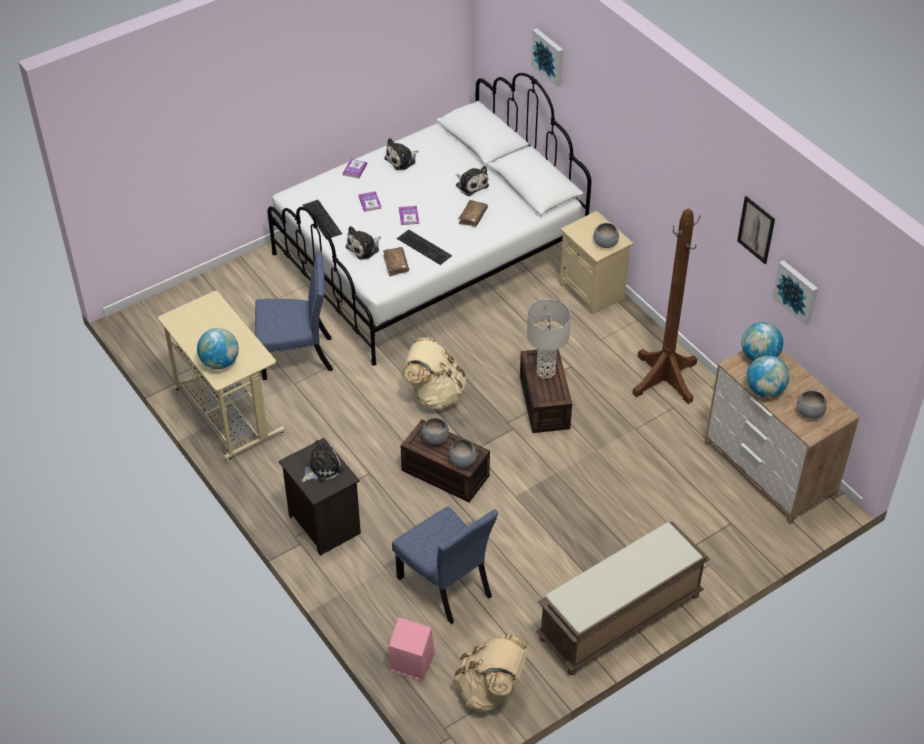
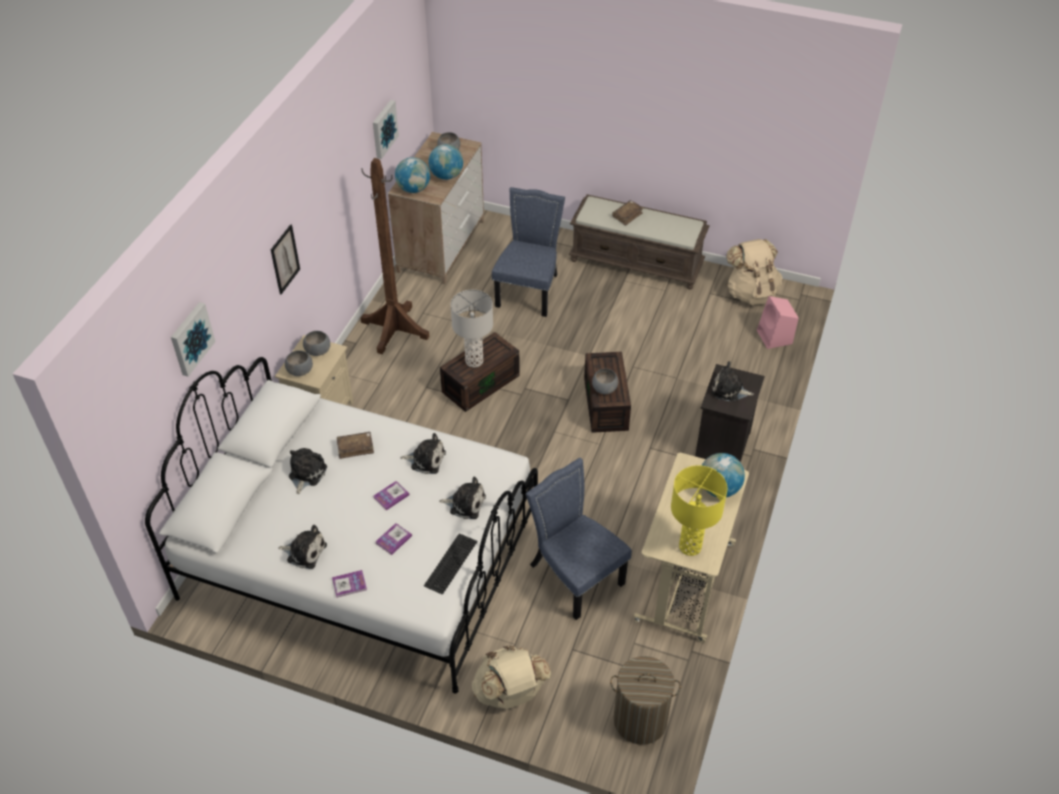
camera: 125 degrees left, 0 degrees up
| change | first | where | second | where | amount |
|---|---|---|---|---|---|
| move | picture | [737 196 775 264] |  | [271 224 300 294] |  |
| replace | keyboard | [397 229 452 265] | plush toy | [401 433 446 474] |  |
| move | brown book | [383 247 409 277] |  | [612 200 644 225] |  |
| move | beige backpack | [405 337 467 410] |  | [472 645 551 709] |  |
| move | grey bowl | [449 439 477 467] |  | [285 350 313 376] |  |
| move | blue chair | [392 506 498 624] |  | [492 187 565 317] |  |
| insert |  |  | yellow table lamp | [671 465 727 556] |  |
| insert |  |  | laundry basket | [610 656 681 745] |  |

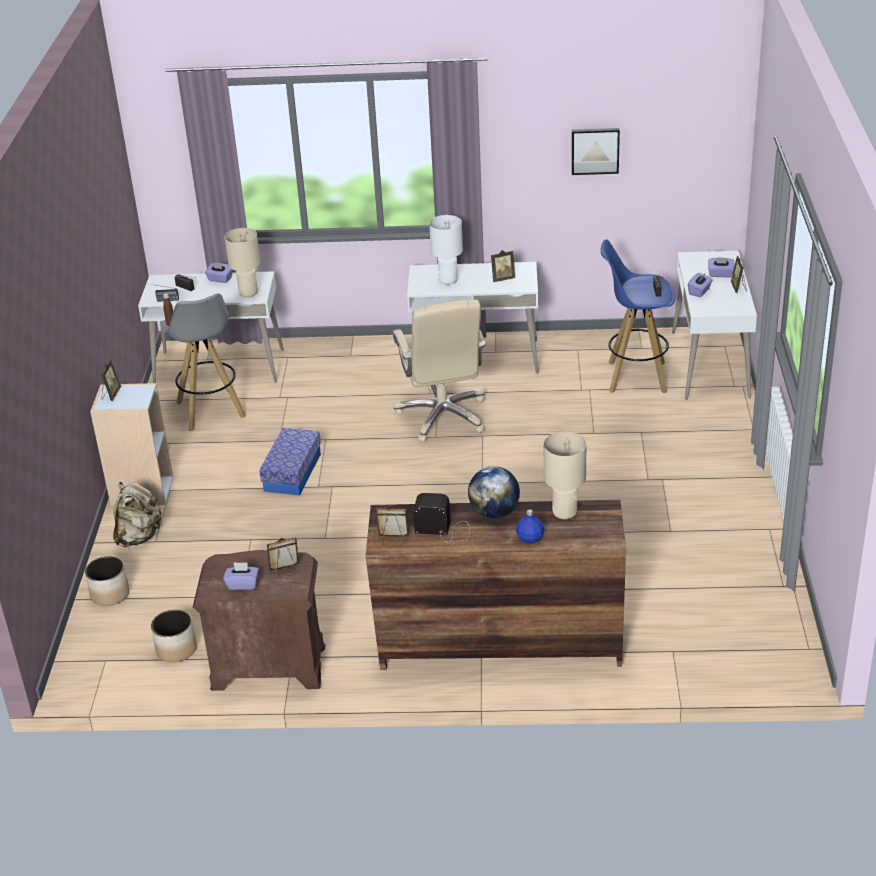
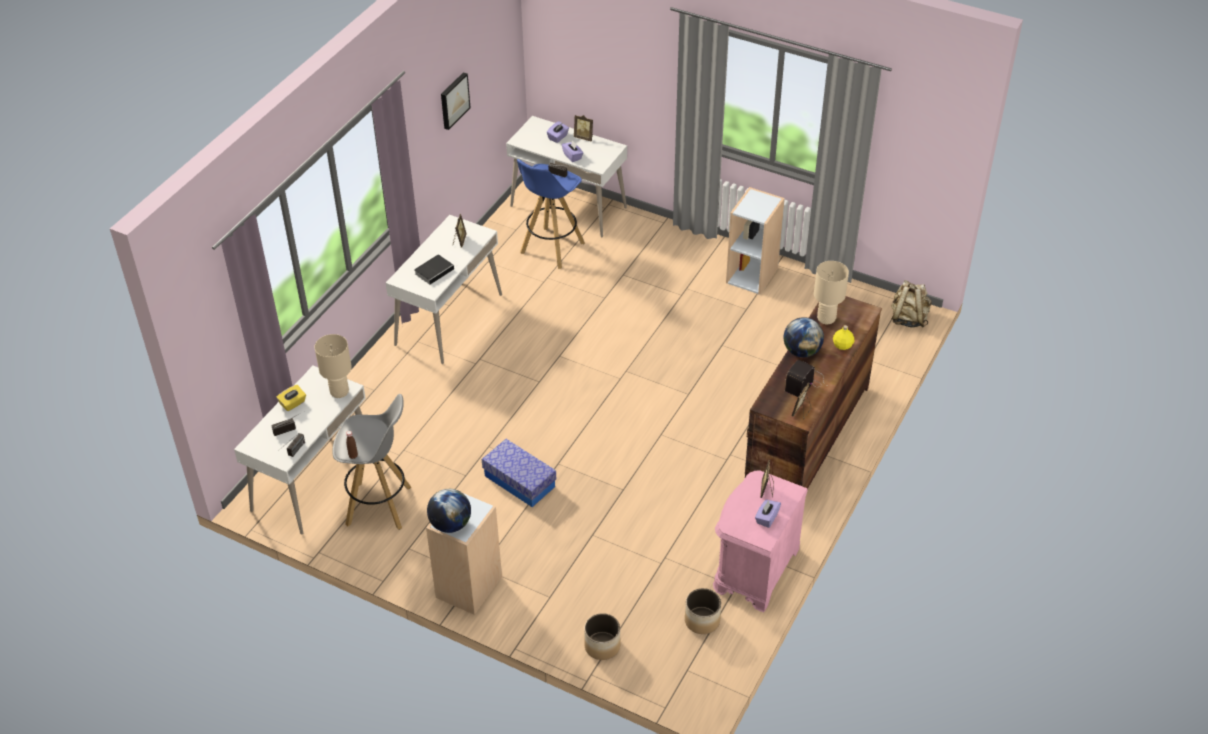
camera: 65 degrees left, 10 degrees up
| change | first | where | second | where | amount |
|---|---|---|---|---|---|
| replace | white table lamp | [429 215 463 285] | book | [414 254 458 285] |  |
| recolor | purple tissue box | [205 263 233 283] | yellow tissue box | [276 385 306 411] |  |
| delete | beige office chair | [393 300 485 442] |  |  |  |
| replace | picture frame | [101 360 121 401] | globe | [427 489 471 533] |  |
| move | beige backpack | [113 482 163 548] |  | [891 280 931 327] |  |
| recolor | blue bottle | [516 509 544 544] | yellow bottle | [833 325 854 350] |  |
| recolor | brown nightstand | [193 550 325 691] | pink nightstand | [713 470 808 613] |  |
| insert |  |  | bookcase | [726 187 785 295] |  |

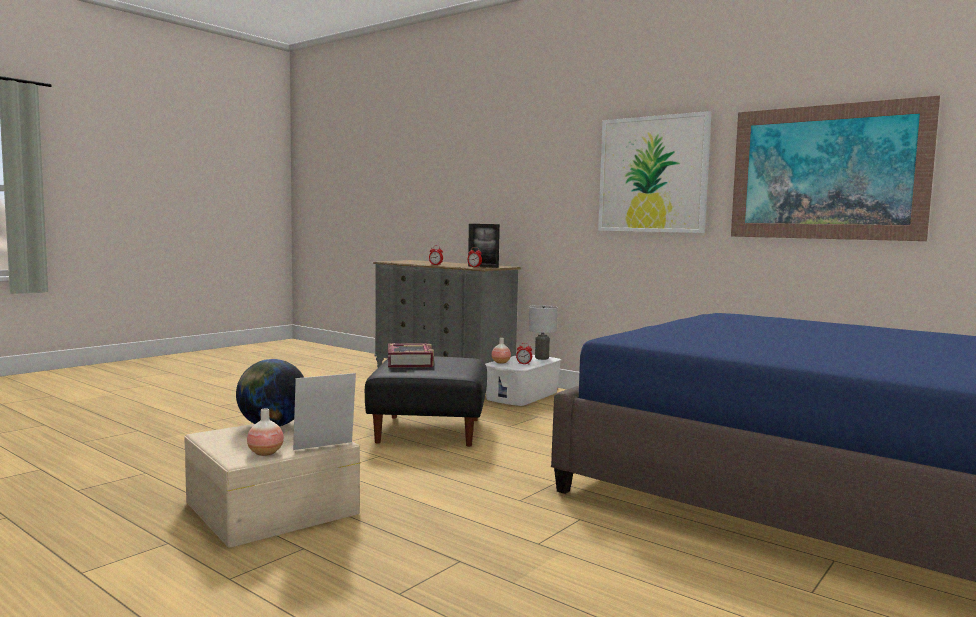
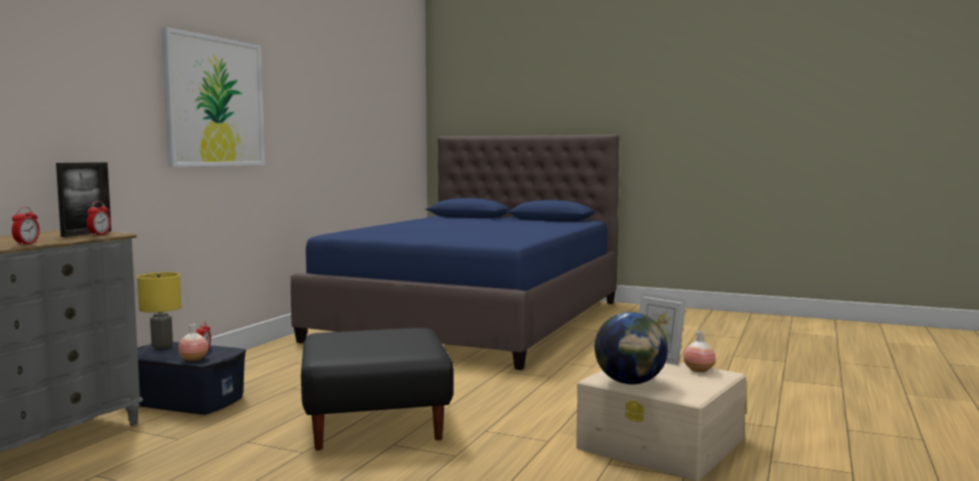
camera: 105 degrees left, 0 degrees up
| change | first | where | second | where | amount |
|---|---|---|---|---|---|
| delete | picture | [731 96 940 241] |  |  |  |
| recolor | white table lamp | [529 305 558 360] | yellow table lamp | [137 272 181 349] |  |
| delete | book | [388 343 434 368] |  |  |  |
| recolor | white storage box | [486 355 561 406] | blue storage box | [137 342 246 415] |  |

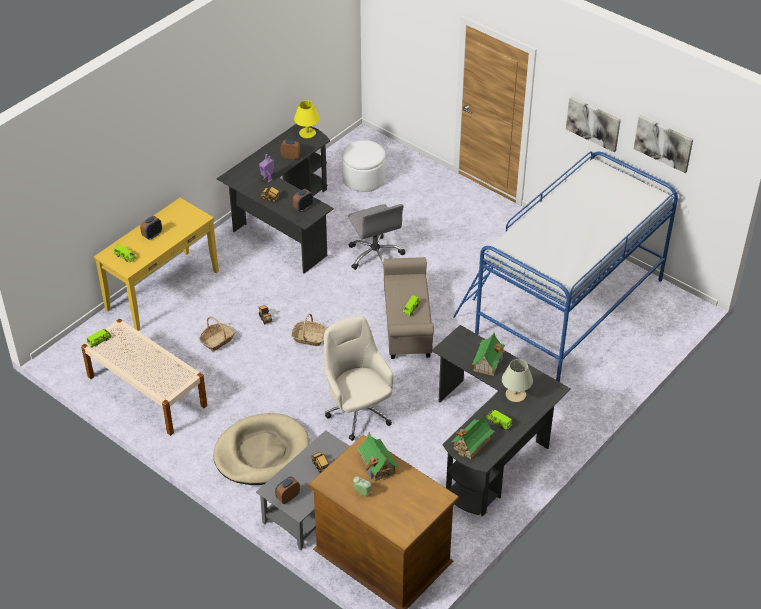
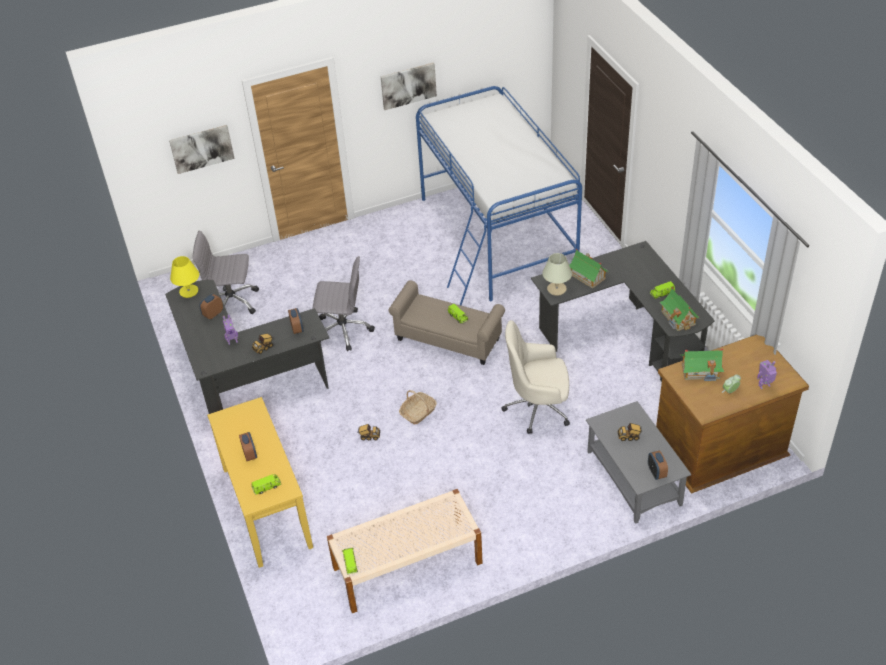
camera: 60 degrees left, 0 degrees up
| change | first | where | second | where | amount |
|---|---|---|---|---|---|
| move | picture | [634 115 693 173] |  | [169 125 235 174] |  |
| replace | white ottoman | [342 140 385 192] | grey office chair | [192 231 259 314] |  |
| delete | basket | [199 316 235 352] |  |  |  |
| move | beige table lamp | [502 359 533 402] |  | [542 253 572 296] |  |
| delete | beige dog bed | [213 413 310 485] |  |  |  |
| insert |  |  | toy robot | [757 360 777 389] |  |

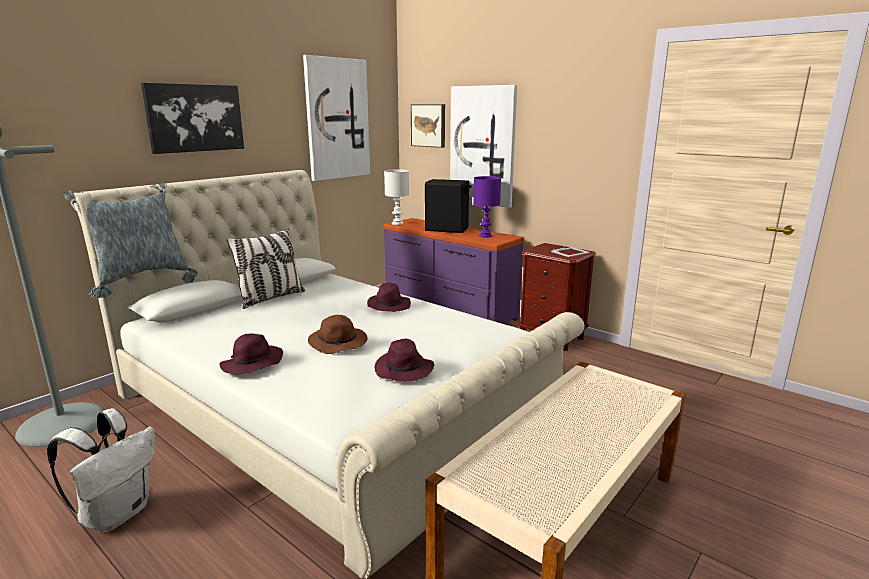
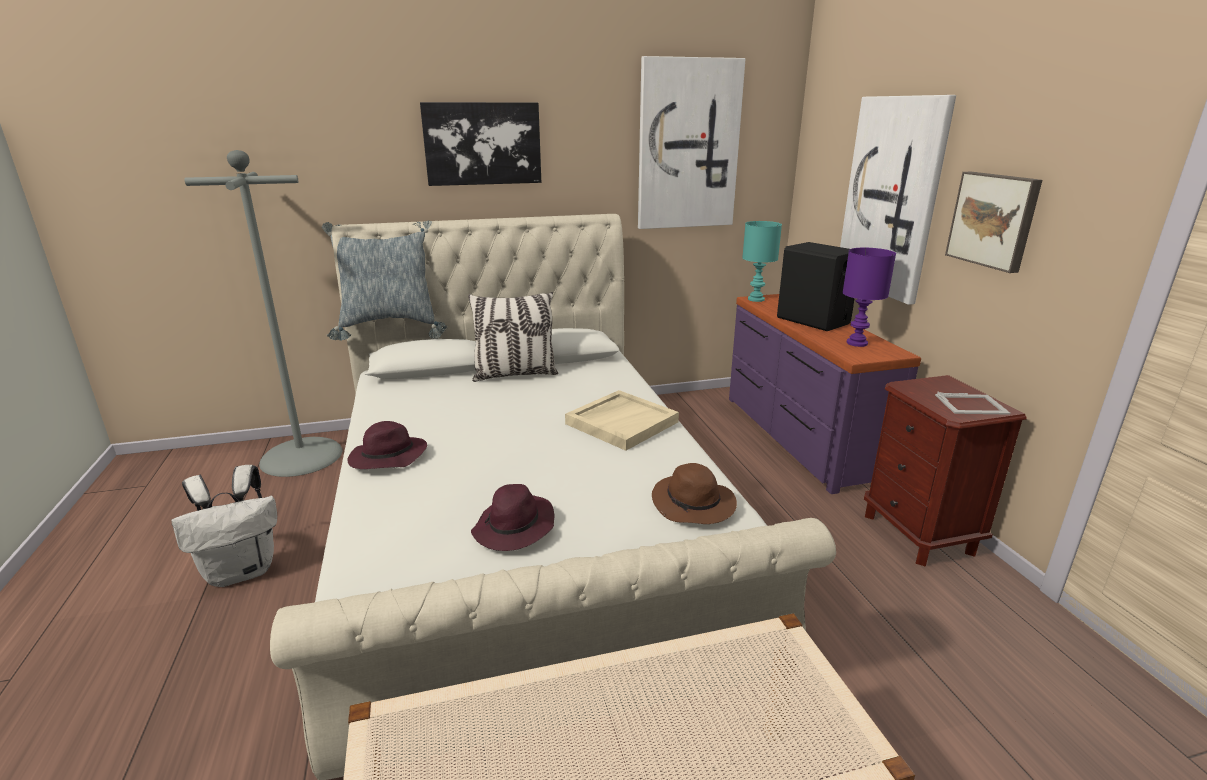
camera: 35 degrees right, 5 degrees up
| change | first | where | second | where | amount |
|---|---|---|---|---|---|
| move | picture | [411 104 445 148] |  | [945 172 1042 273] |  |
| recolor | white table lamp | [384 169 409 225] | turquoise table lamp | [742 221 782 302] |  |
| replace | purple hat | [367 283 411 312] | beige tray | [565 390 679 451] |  |
| move | brown hat | [308 315 368 354] |  | [652 463 737 524] |  |

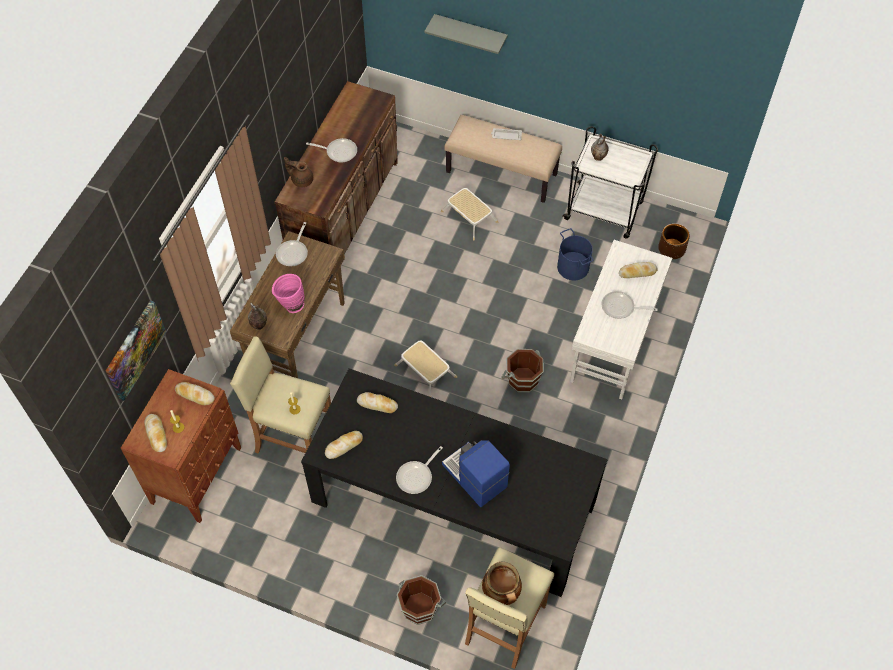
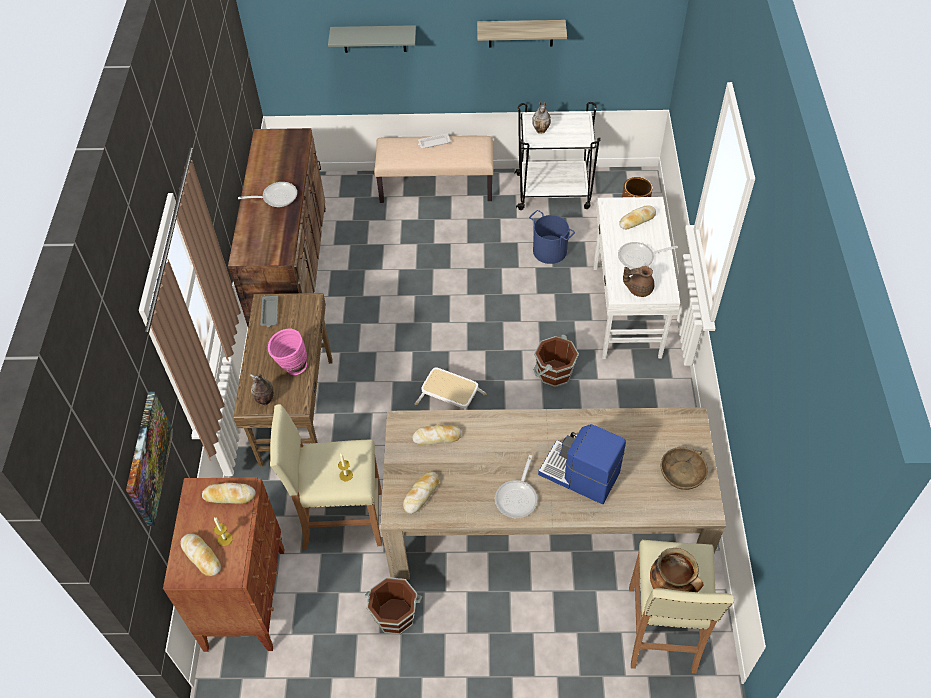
camera: 20 degrees left, 5 degrees down
| change | first | where | second | where | amount |
|---|---|---|---|---|---|
| move | brown teapot | [284 157 313 187] |  | [623 266 654 297] |  |
| delete | beige step ladder | [441 188 498 240] |  |  |  |
| replace | frying pan | [276 222 308 266] | grey tray | [260 296 278 327] |  |
| recolor | black dining table | [301 368 608 597] | beige dining table | [380 407 726 579] |  |
| move | brown bucket | [397 575 446 625] |  | [364 577 423 635] |  |
| insert |  |  | shelf | [477 20 567 47] |  |
| insert |  |  | brown bowl | [661 447 708 490] |  |

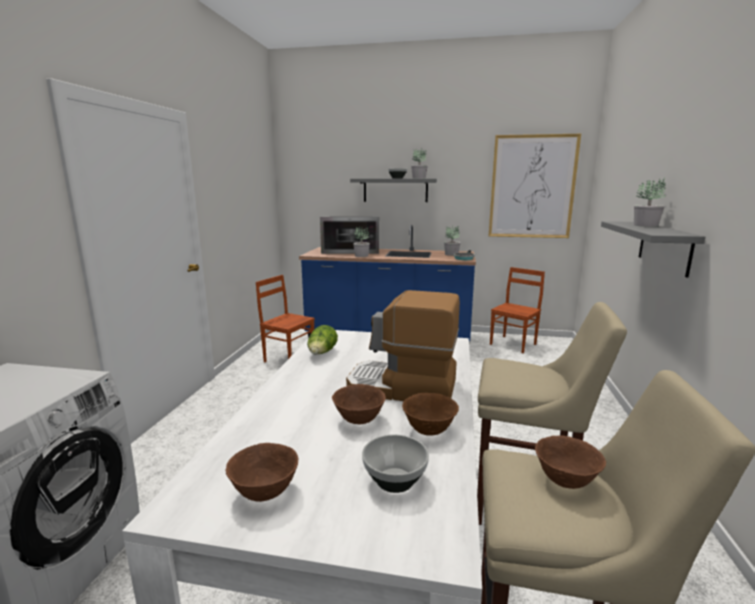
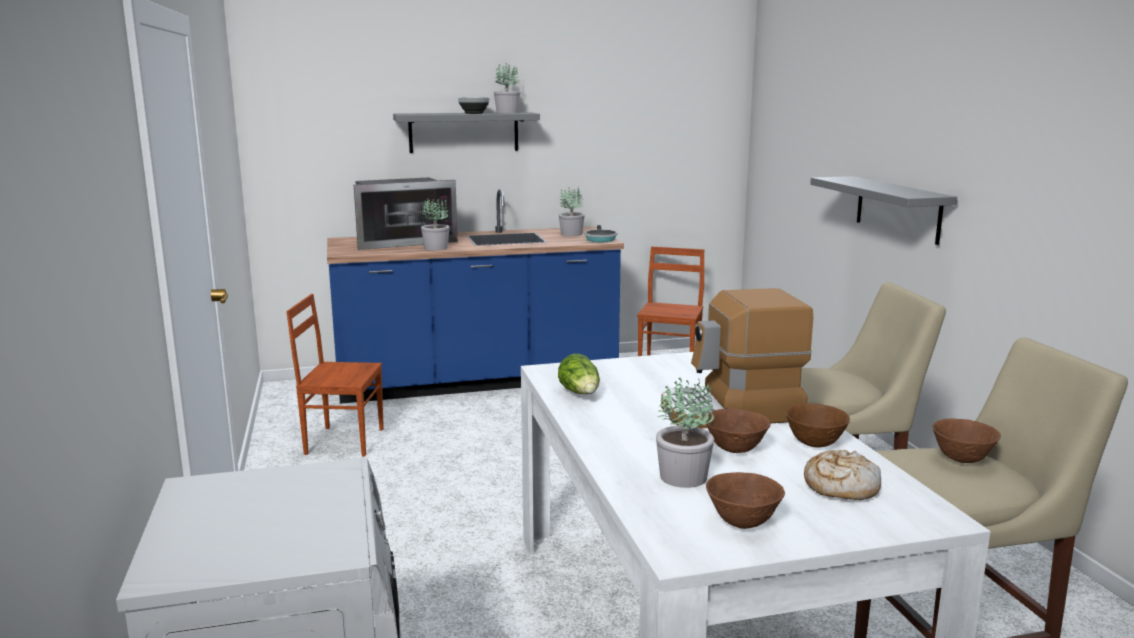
camera: 25 degrees left, 0 degrees up
| change | first | where | second | where | amount |
|---|---|---|---|---|---|
| delete | picture | [489 134 581 238] |  |  |  |
| move | potted plant | [634 178 665 227] |  | [656 378 714 488] |  |
| replace | bowl | [362 434 429 493] | bread | [804 450 881 500] |  |

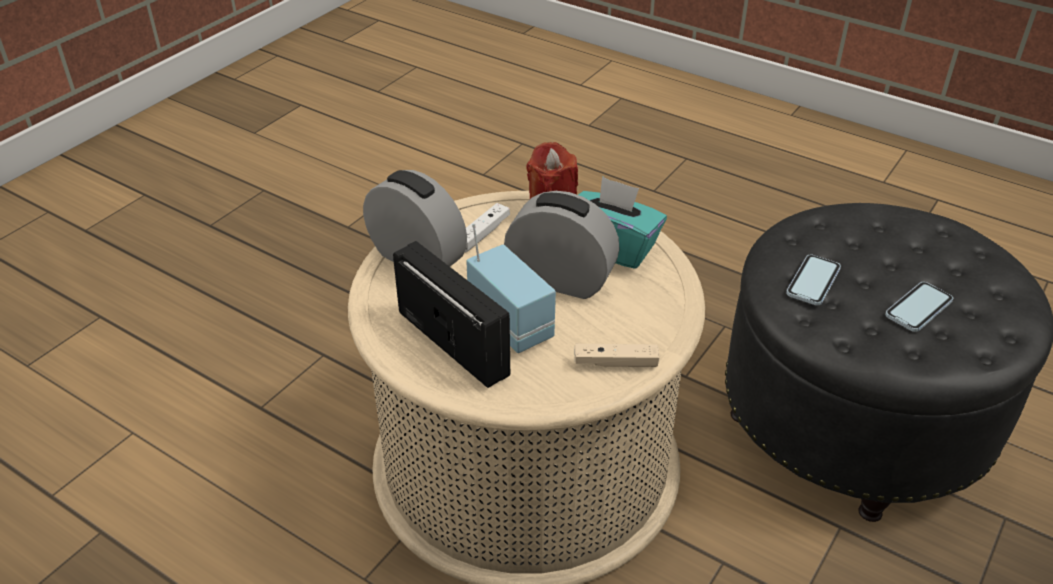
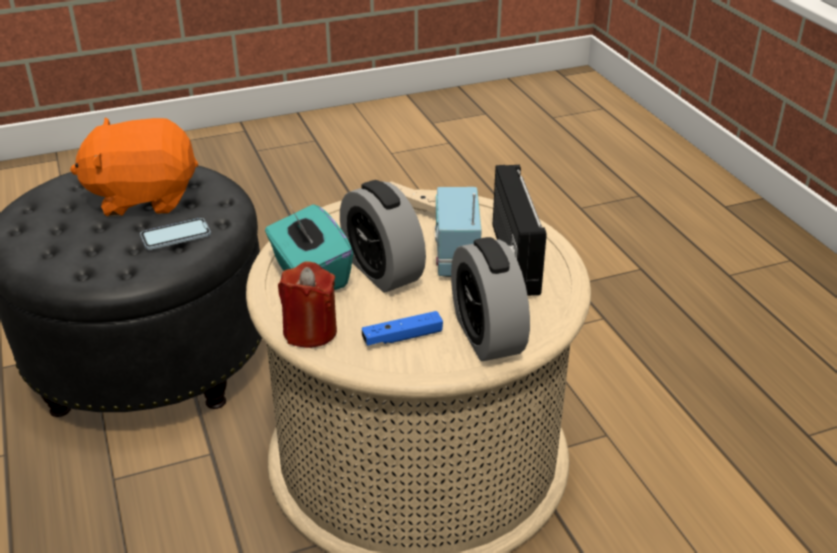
camera: 145 degrees left, 5 degrees down
| change | first | where | second | where | amount |
|---|---|---|---|---|---|
| recolor | white game controller | [465 203 510 252] | blue game controller | [362 311 443 346] |  |
| replace | phone | [885 282 953 332] | orange plush toy | [70 118 198 217] |  |

